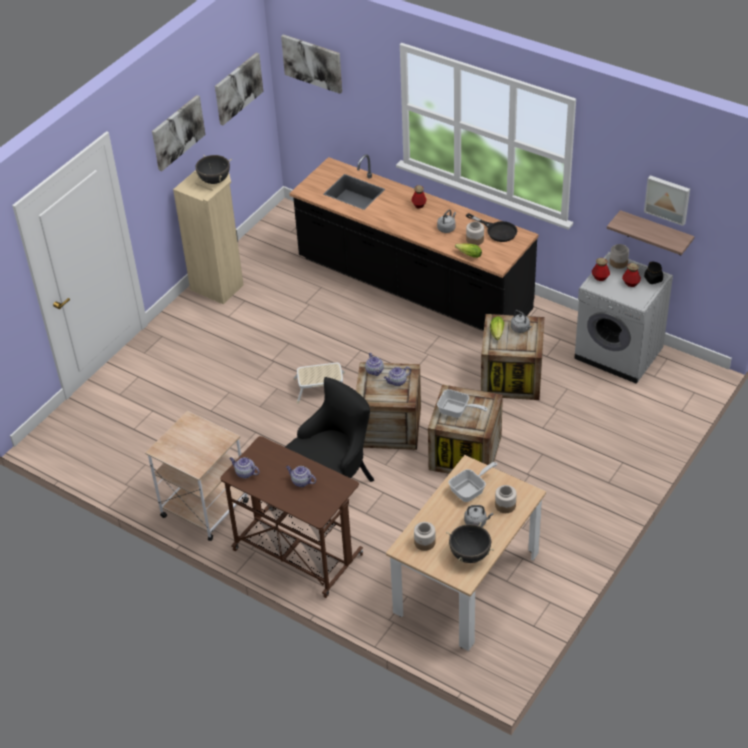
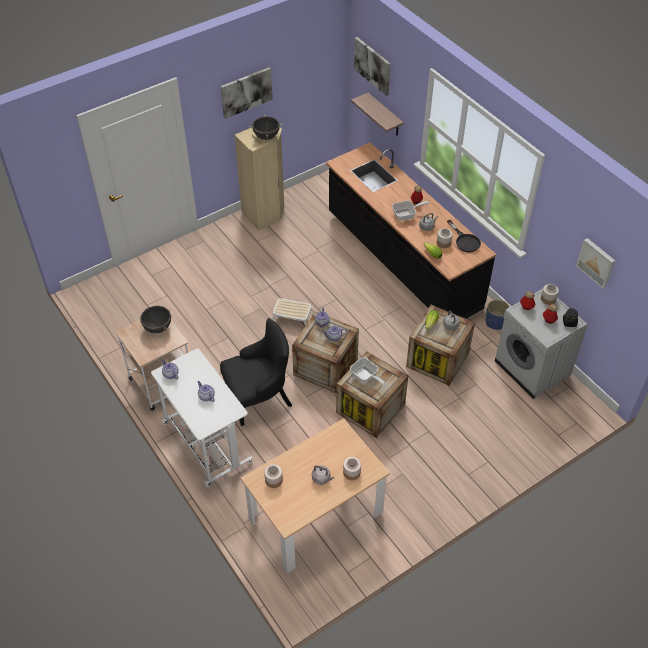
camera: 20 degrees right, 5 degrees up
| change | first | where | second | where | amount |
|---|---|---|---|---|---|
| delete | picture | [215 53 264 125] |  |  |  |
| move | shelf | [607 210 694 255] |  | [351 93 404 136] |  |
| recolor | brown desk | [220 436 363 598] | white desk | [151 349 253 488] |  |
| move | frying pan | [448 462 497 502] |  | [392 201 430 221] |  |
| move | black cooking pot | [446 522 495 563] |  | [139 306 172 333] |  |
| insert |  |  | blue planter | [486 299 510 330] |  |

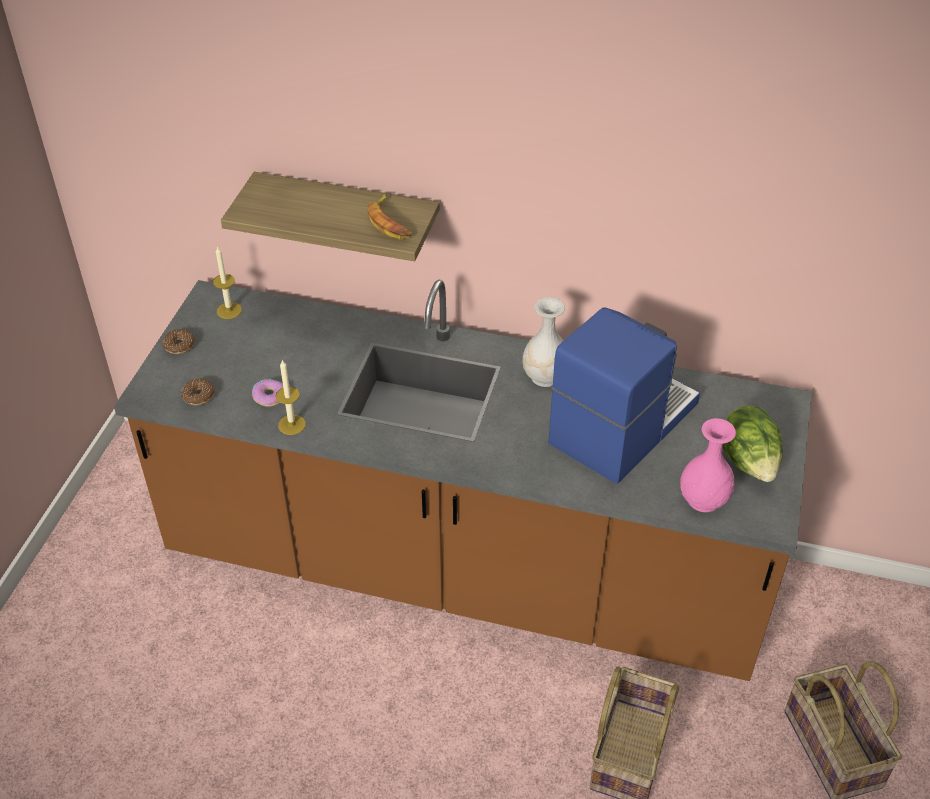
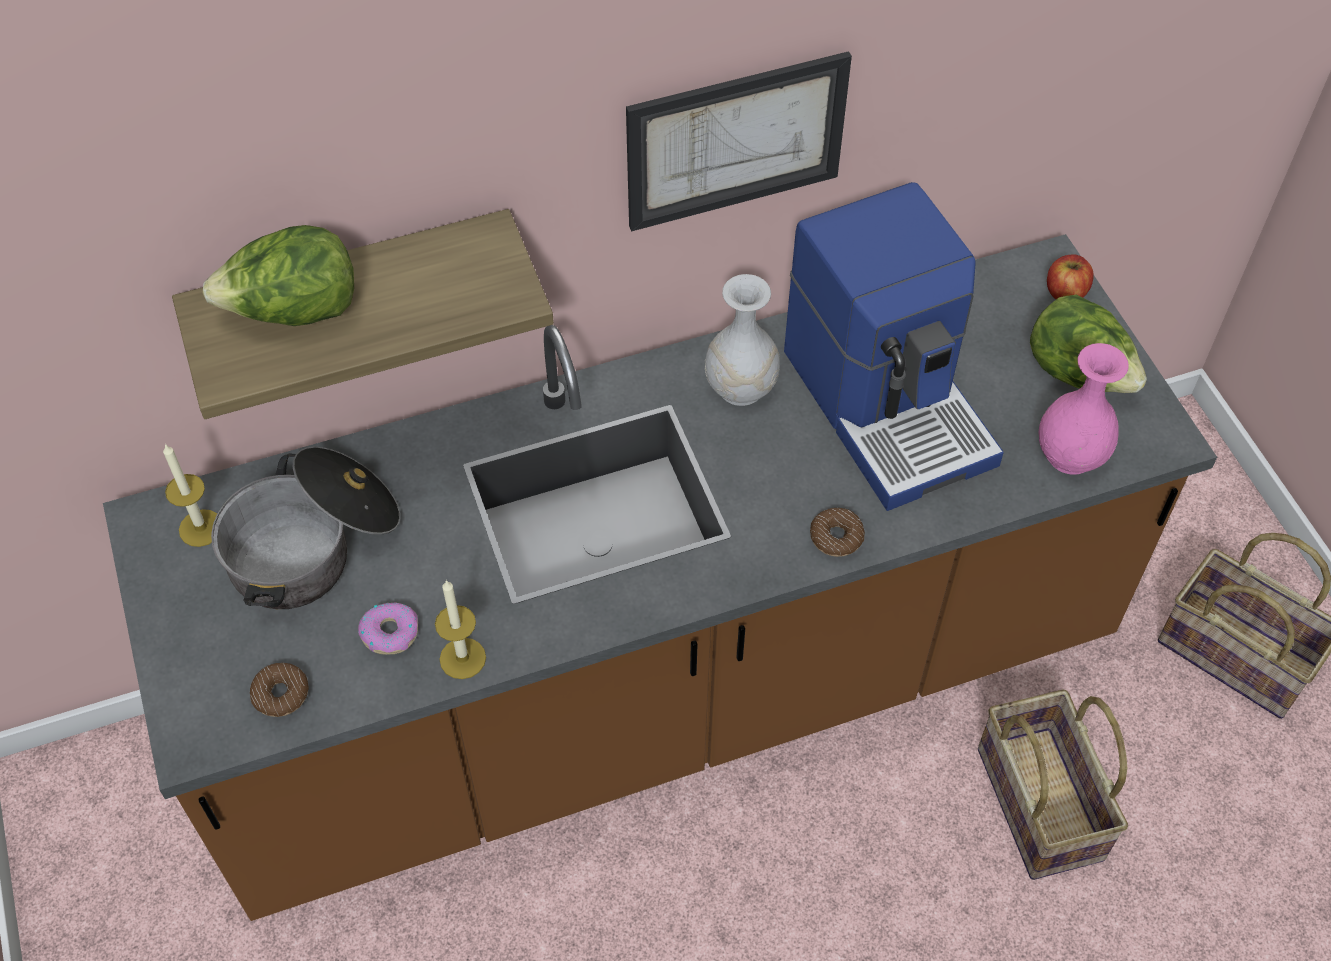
camera: 35 degrees left, 10 degrees up
| change | first | where | second | where | amount |
|---|---|---|---|---|---|
| delete | banana | [367 193 411 239] |  |  |  |
| rotate | coffee machine | [548 307 700 484] |  | [784 182 1004 511] | 150 degrees clockwise |
| move | donut | [163 329 195 354] |  | [810 508 865 557] |  |
| insert |  |  | picture | [626 51 852 231] |  |
| insert |  |  | lettuce | [203 225 354 326] |  |
| insert |  |  | apple | [1047 254 1094 299] |  |
| insert |  |  | cooking pot | [211 446 400 609] |  |

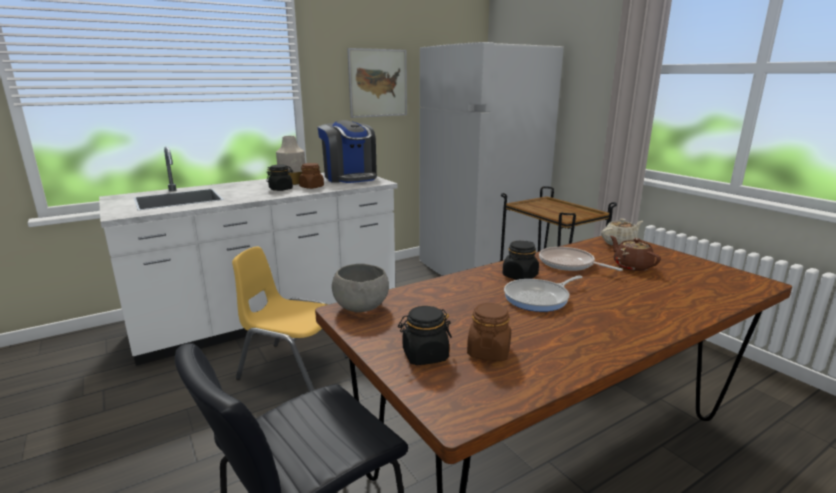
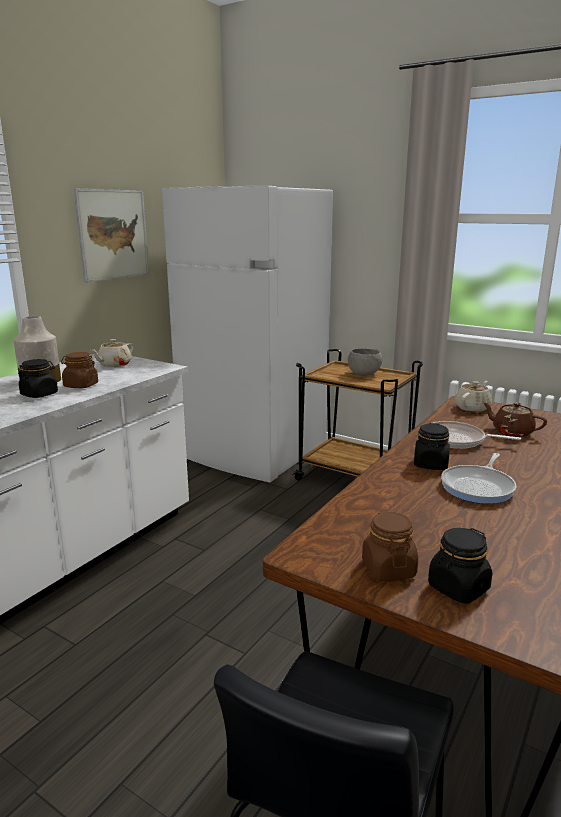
camera: 25 degrees left, 0 degrees up
| change | first | where | second | where | amount |
|---|---|---|---|---|---|
| replace | coffee machine | [318 120 377 183] | beige teapot | [90 339 134 367] |  |
| delete | yellow chair | [232 247 348 392] |  |  |  |
| move | grey bowl | [332 264 389 312] |  | [348 348 383 376] |  |
| move | brown jar | [467 303 511 361] |  | [362 512 418 581] |  |

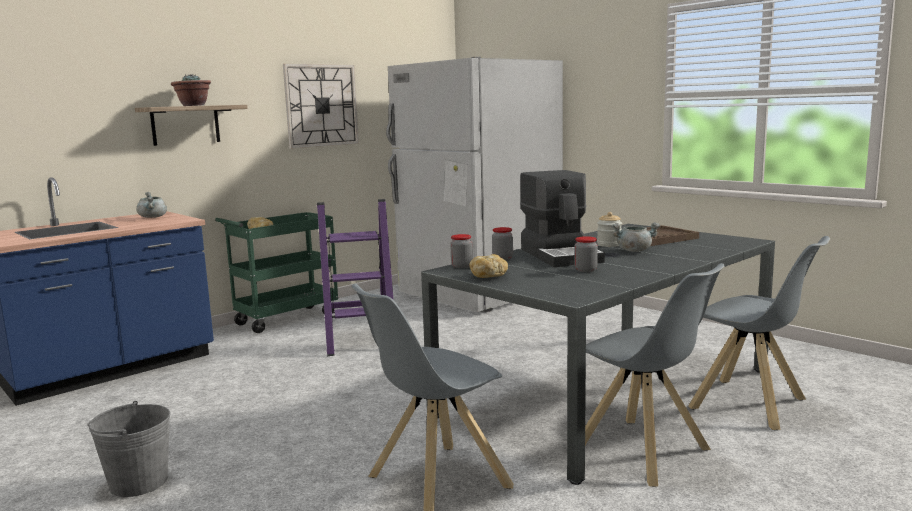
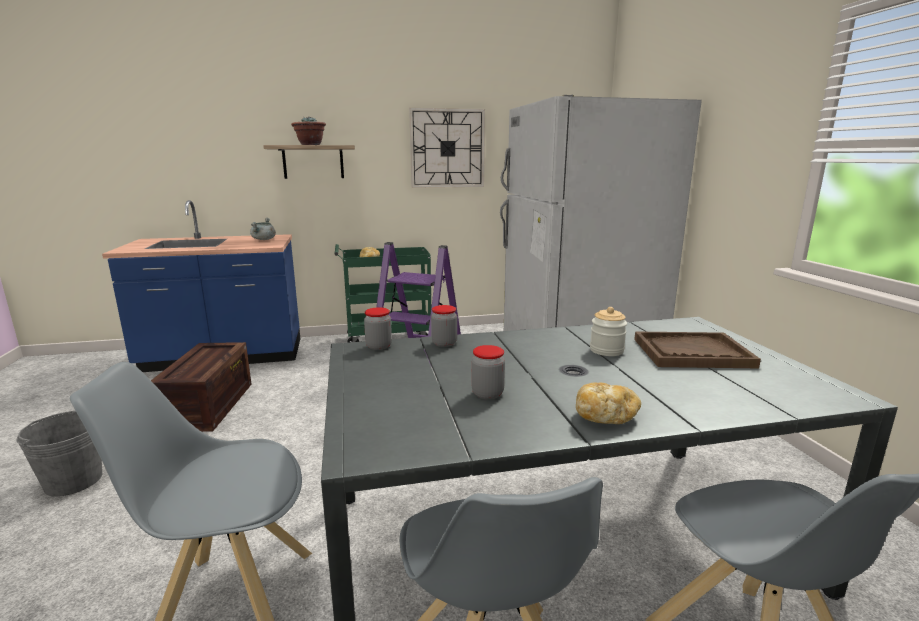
camera: 30 degrees right, 5 degrees up
| change | first | where | second | where | amount |
|---|---|---|---|---|---|
| delete | coffee machine | [520 170 605 267] |  |  |  |
| delete | grey cooking pot | [612 222 660 252] |  |  |  |
| move | bread | [470 254 508 278] |  | [576 383 641 424] |  |
| insert |  |  | crate | [151 342 252 432] |  |

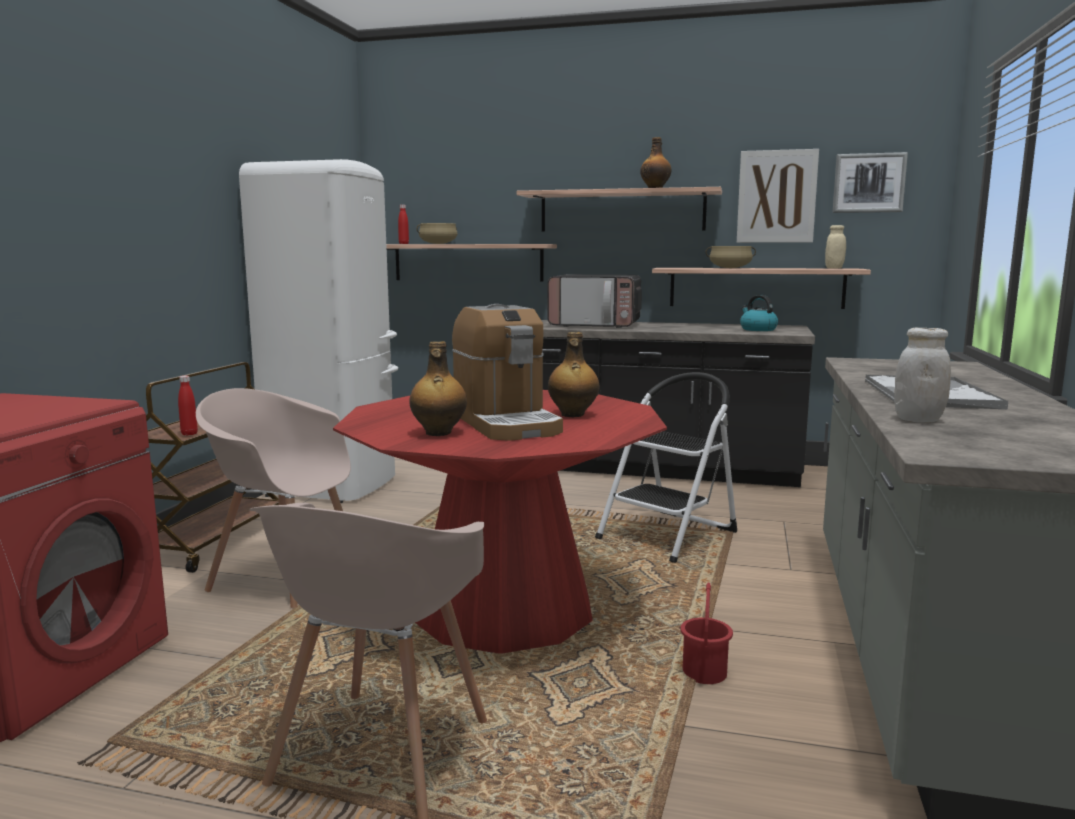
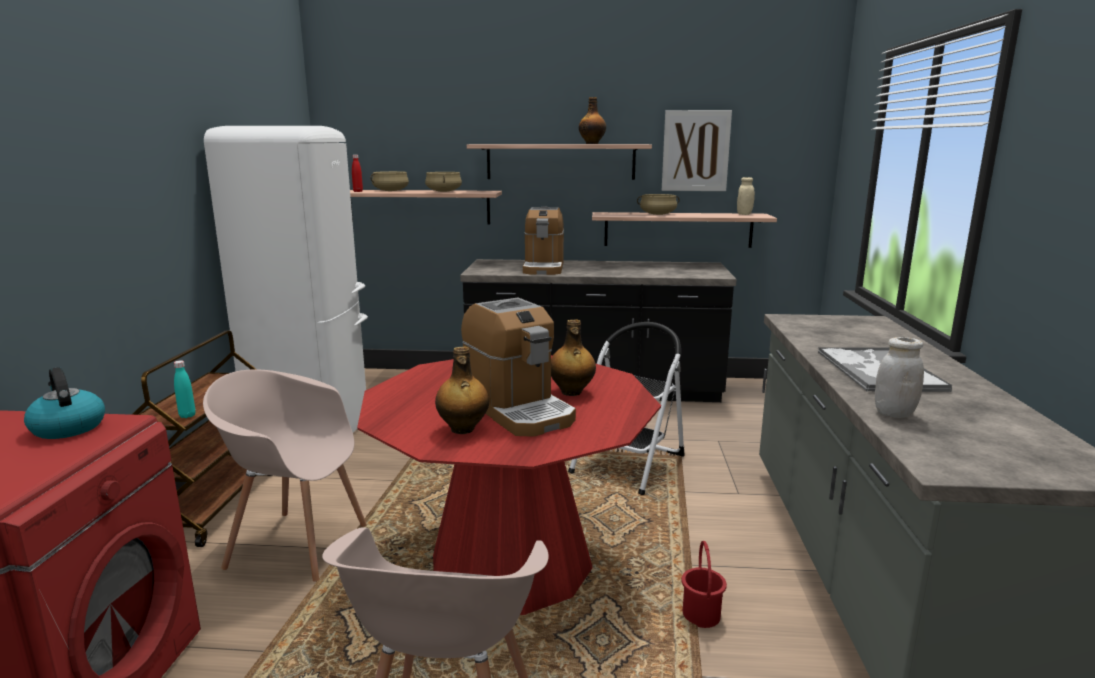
camera: 10 degrees left, 5 degrees up
| change | first | where | second | where | amount |
|---|---|---|---|---|---|
| delete | picture | [833 152 908 213] |  |  |  |
| replace | microwave | [548 274 642 328] | coffee machine | [523 207 564 275] |  |
| move | kettle | [740 295 778 331] |  | [24 367 105 439] |  |
| recolor | red bottle | [178 376 198 435] | turquoise bottle | [174 360 196 418] |  |
| insert |  |  | beige cooking pot | [425 172 462 192] |  |

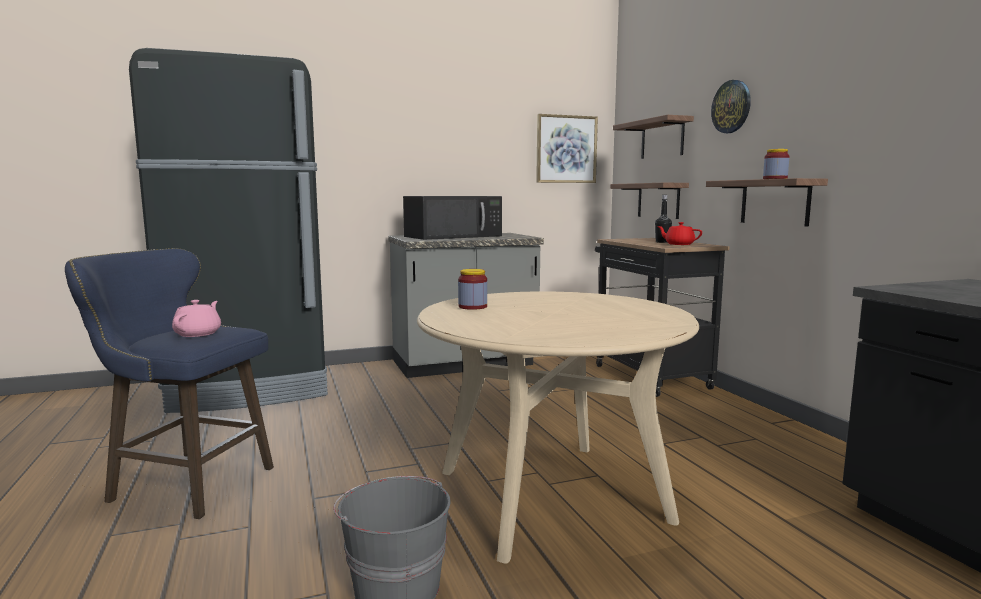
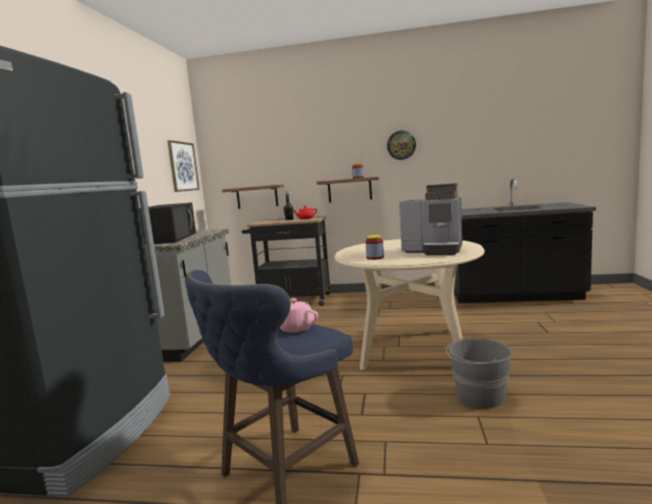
camera: 60 degrees left, 0 degrees up
| change | first | where | second | where | amount |
|---|---|---|---|---|---|
| move | wall clock | [711 80 751 133] |  | [387 130 416 160] |  |
| delete | shelf | [613 115 694 159] |  |  |  |
| insert |  |  | coffee machine | [399 183 462 255] |  |

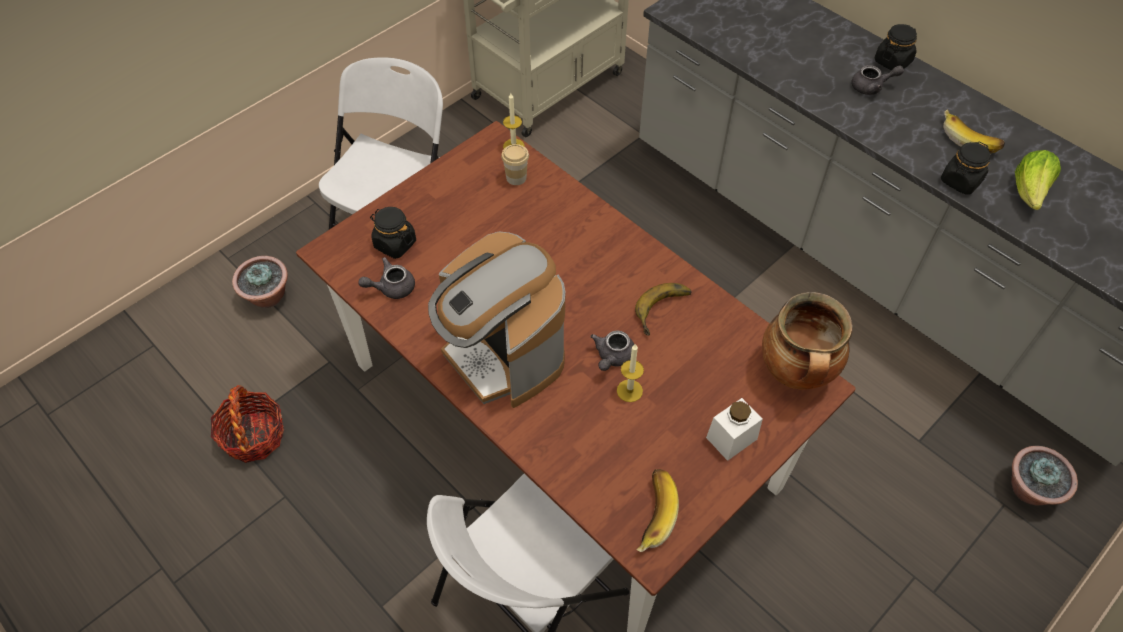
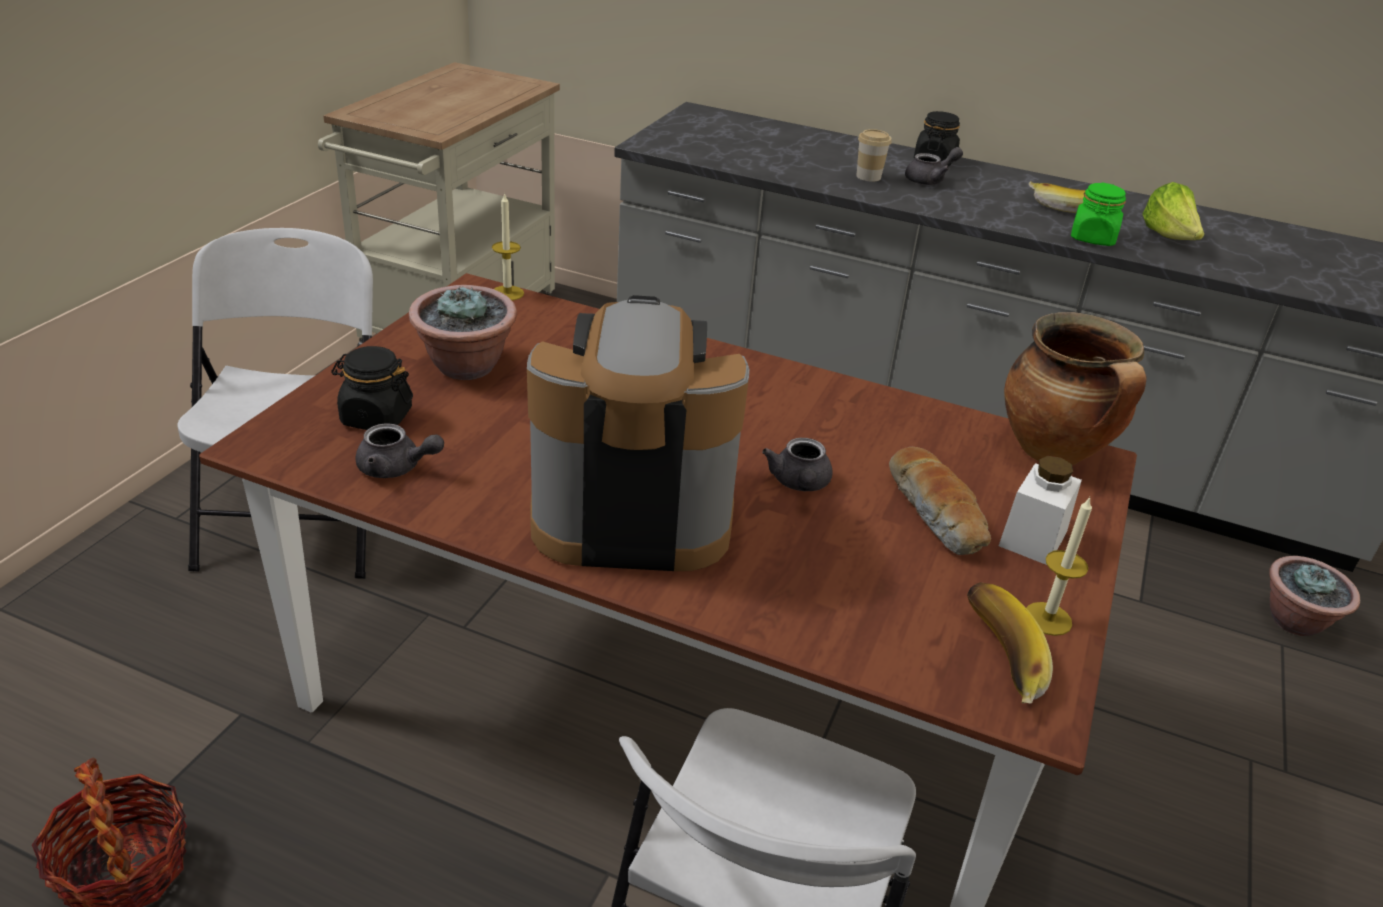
camera: 25 degrees left, 20 degrees down
| change | first | where | second | where | amount |
|---|---|---|---|---|---|
| recolor | black jar | [941 142 990 195] | green jar | [1071 182 1126 246] |  |
| move | cup | [501 144 529 185] |  | [856 129 892 182] |  |
| rotate | coffee machine | [428 232 565 408] |  | [527 295 749 571] | 150 degrees clockwise |
| move | potted plant | [232 256 288 308] |  | [409 285 517 380] |  |
| rotate | grey teapot | [358 257 415 299] |  | [355 423 444 478] | 120 degrees counterclockwise |
| delete | banana | [635 283 692 336] |  |  |  |
| move | candle | [617 344 644 402] |  | [1027 497 1092 636] |  |
| insert |  |  | bread | [889 447 991 555] |  |

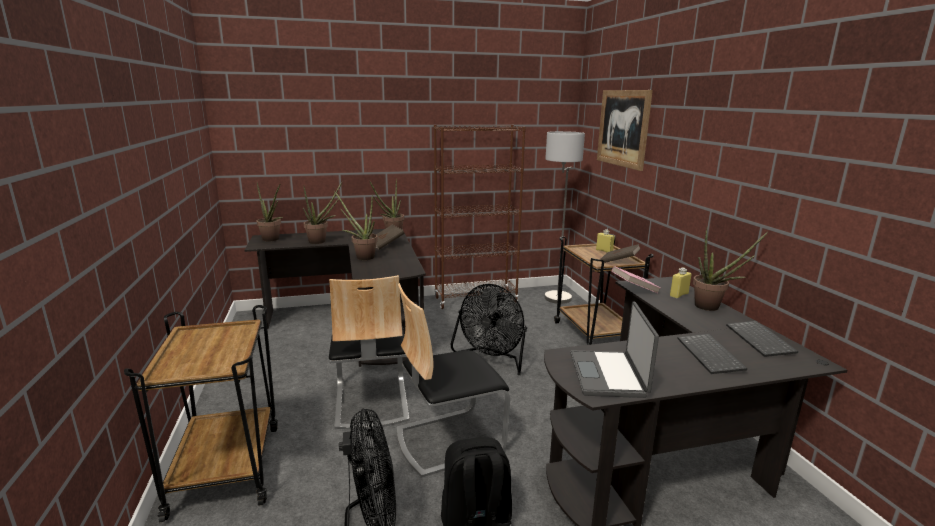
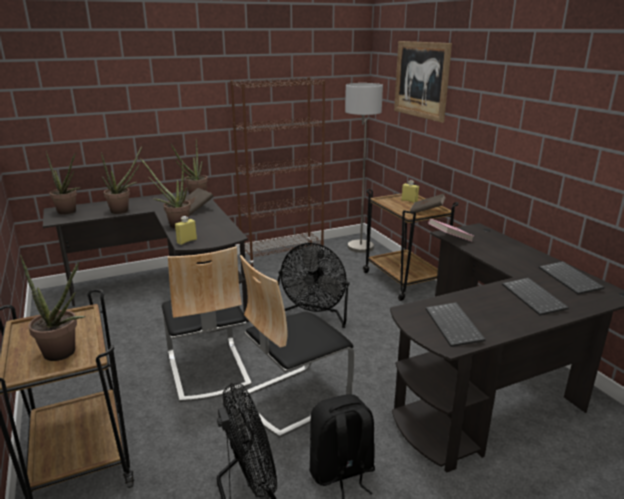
camera: 10 degrees left, 5 degrees up
| change | first | where | second | where | amount |
|---|---|---|---|---|---|
| move | potted plant | [693 229 768 311] |  | [20 255 86 361] |  |
| move | yellow bottle | [670 268 691 298] |  | [175 216 197 245] |  |
| replace | laptop | [570 302 659 398] | keyboard | [426 302 486 347] |  |

